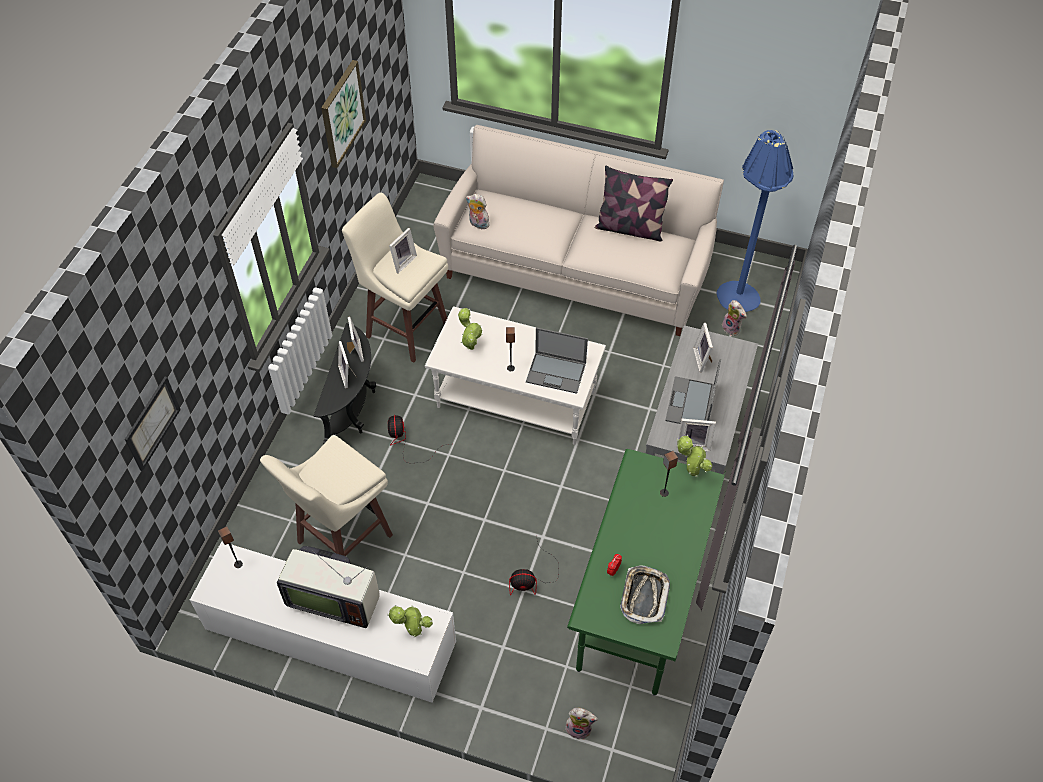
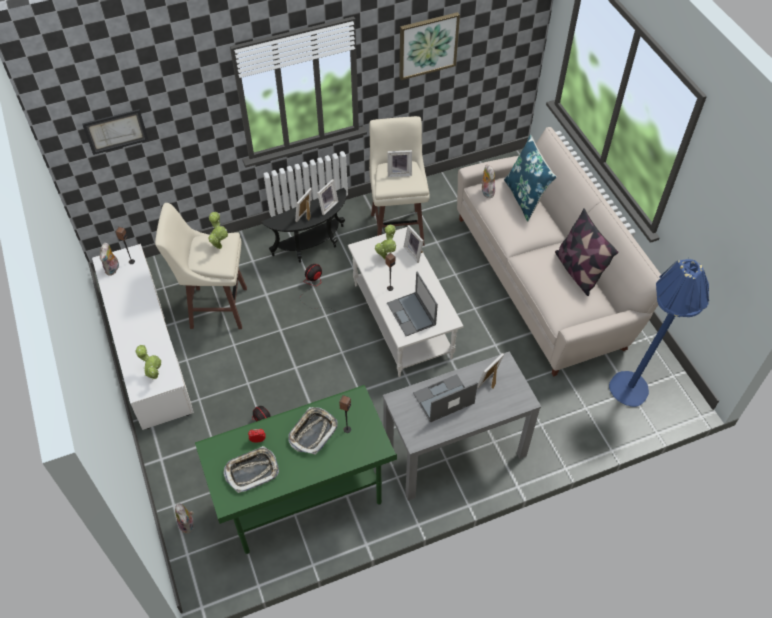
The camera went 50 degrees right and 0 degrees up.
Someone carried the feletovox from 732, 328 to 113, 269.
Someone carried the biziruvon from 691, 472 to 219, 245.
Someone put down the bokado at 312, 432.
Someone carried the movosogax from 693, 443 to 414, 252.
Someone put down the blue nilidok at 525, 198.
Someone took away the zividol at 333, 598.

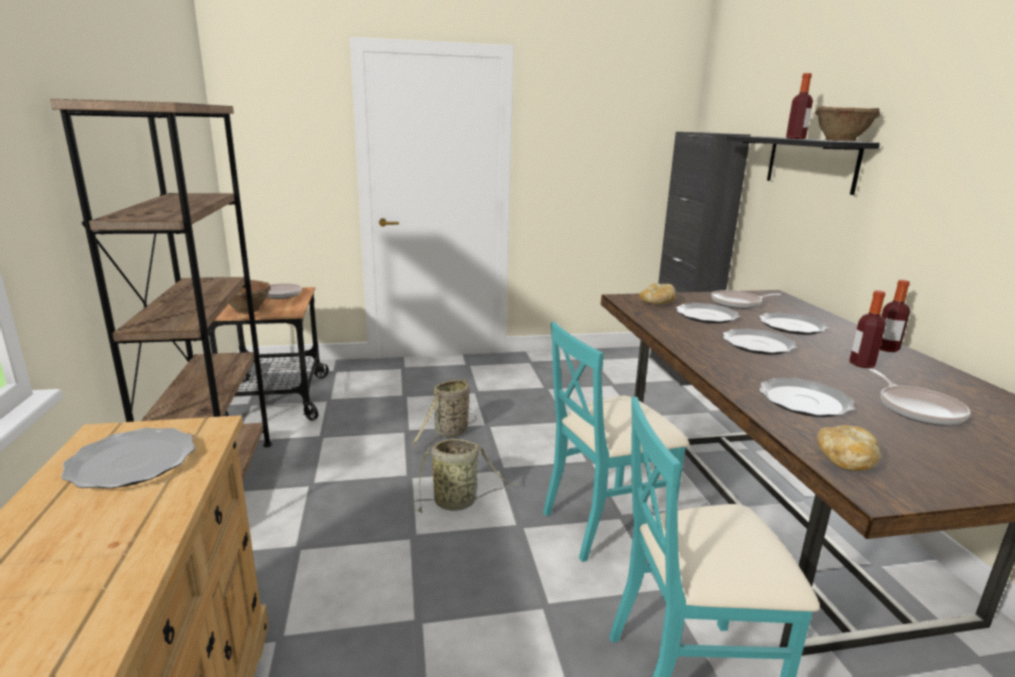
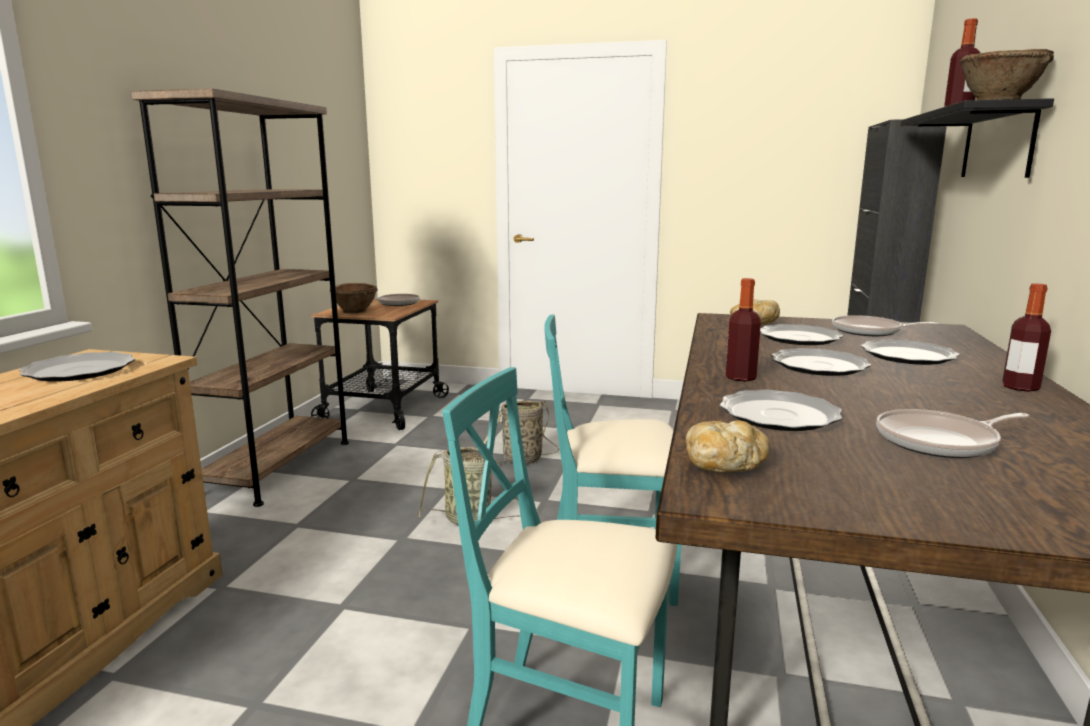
The camera went 25 degrees right and 5 degrees down.
Someone carried the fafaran from 861, 364 to 740, 377.
Someone rotated the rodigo at 917, 409 by 60 degrees clockwise.

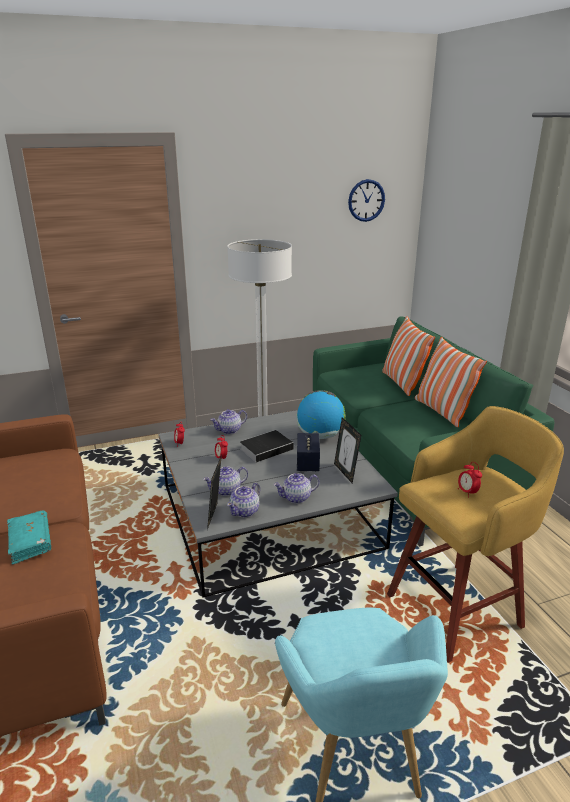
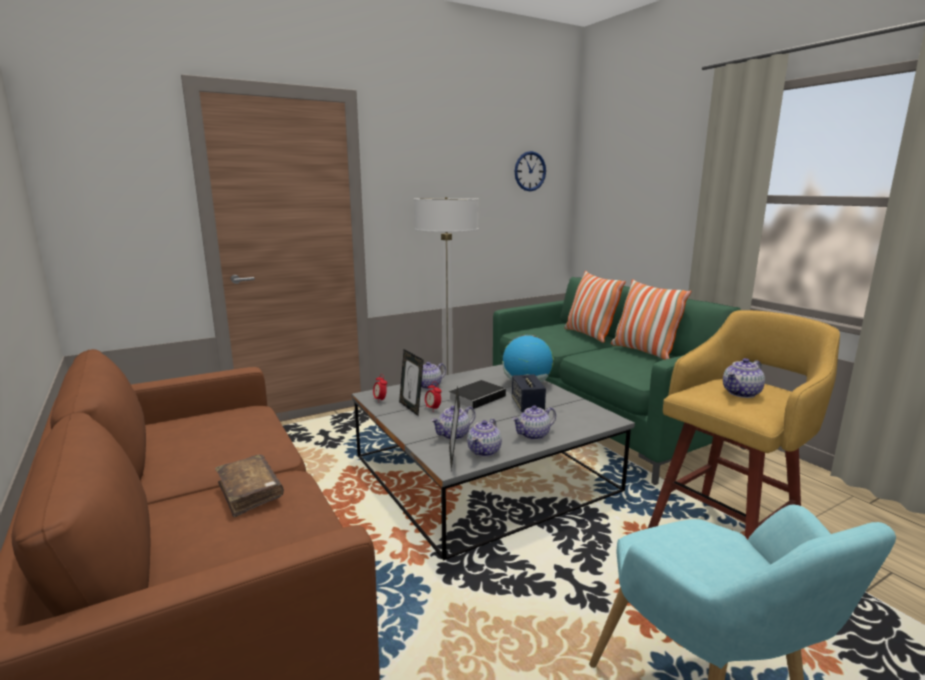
The camera went 10 degrees left and 10 degrees down.
Someone repainted the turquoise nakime at 30, 542, which became the brown nakime at 250, 492.
Someone carried the movosogax from 345, 472 to 411, 408.
Someone swapped the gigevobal at 467, 492 for the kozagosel at 741, 393.

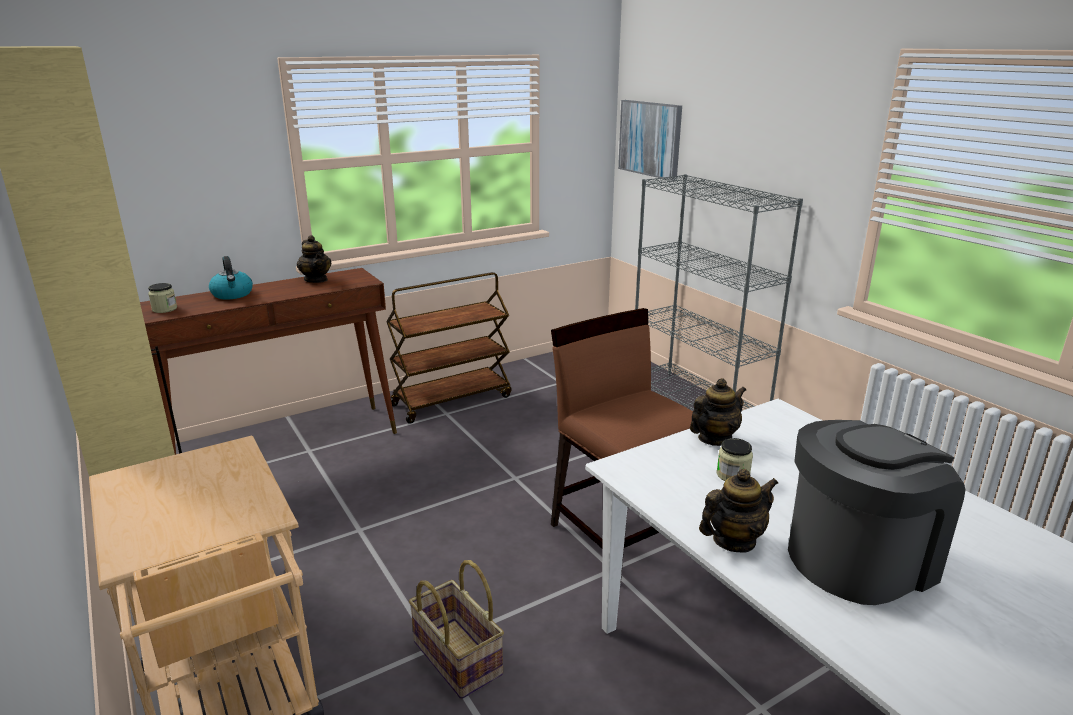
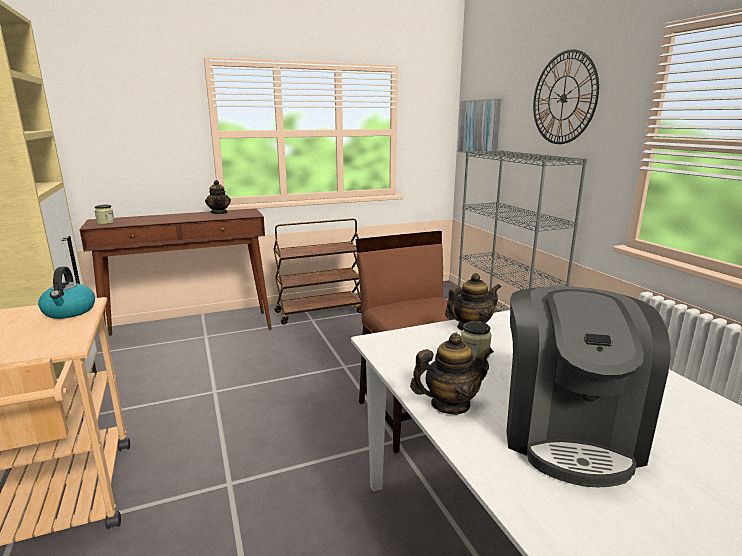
The camera went 10 degrees right and 5 degrees down.
Someone carried the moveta from 232, 294 to 69, 311.
Someone rotated the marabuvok at 859, 558 by 120 degrees clockwise.
Someone put up the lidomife at 563, 98.
Someone took away the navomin at 455, 658.

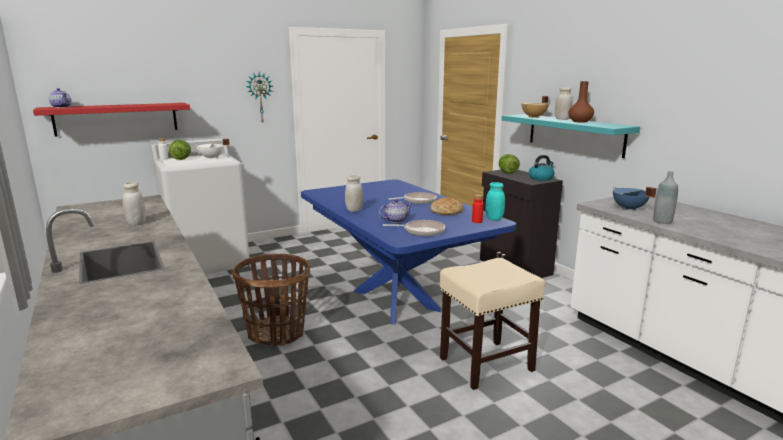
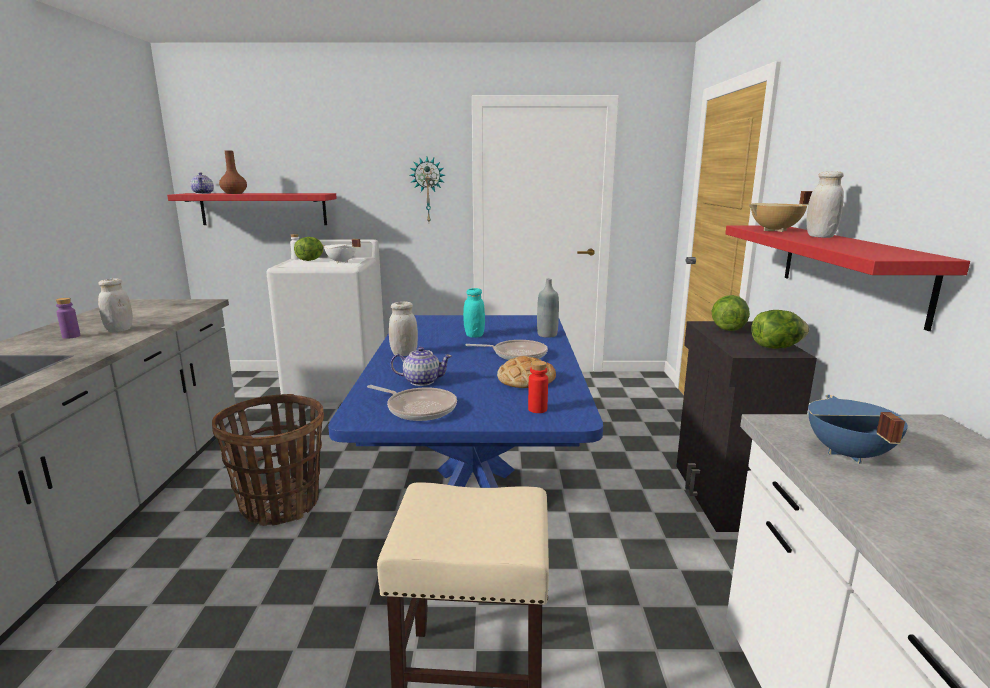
The camera went 30 degrees right and 0 degrees up.
Someone put down the purple fafaran at 71, 336.
Someone carried the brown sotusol from 580, 121 to 234, 193.
Someone carried the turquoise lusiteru from 494, 219 to 474, 335.
Someone carried the grey fafaran from 662, 221 to 547, 335.
Someone repainted the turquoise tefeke at 574, 134, which became the red tefeke at 849, 269.
Someone swapped the moveta at 541, 178 for the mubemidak at 776, 347.

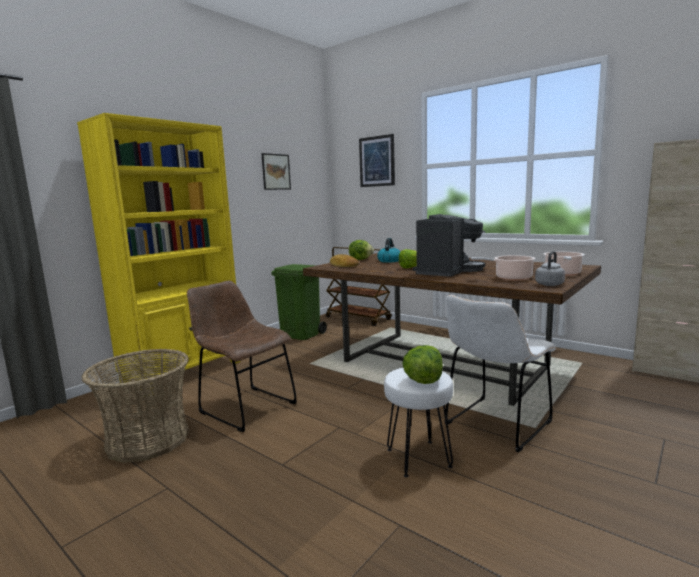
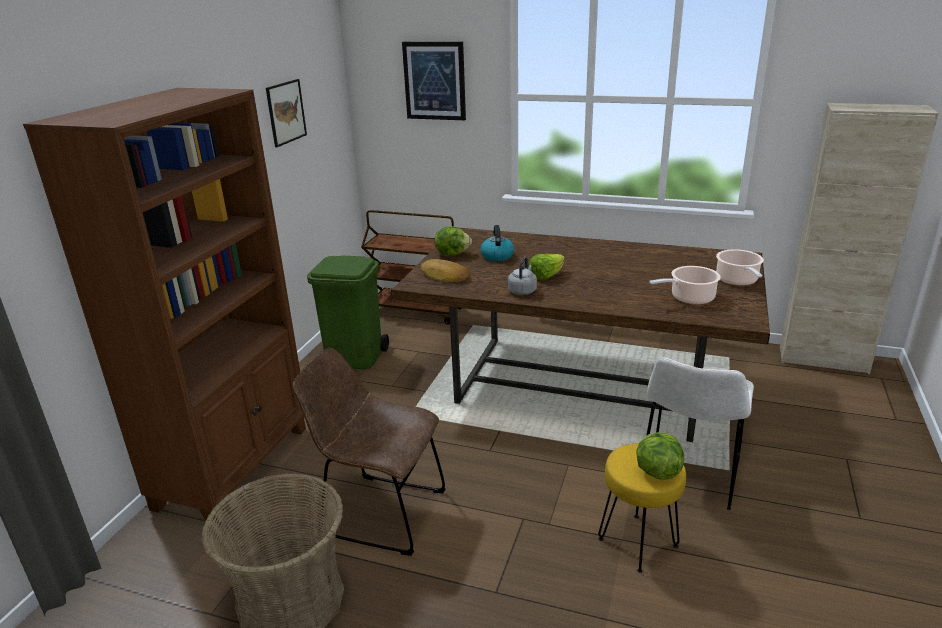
The camera went 20 degrees left and 15 degrees up.
Someone repainted the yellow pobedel at 185, 372, which became the brown pobedel at 236, 466.
Someone carried the grey moveta from 550, 284 to 522, 291.
Someone repainted the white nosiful at 418, 458, which became the yellow nosiful at 638, 543.
Someone took away the marabuvok at 448, 271.

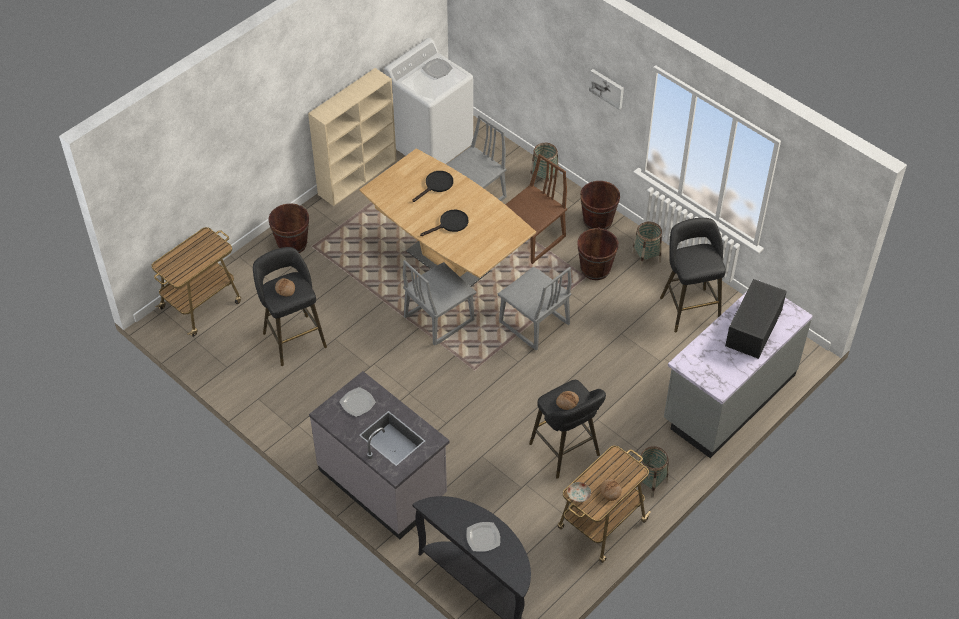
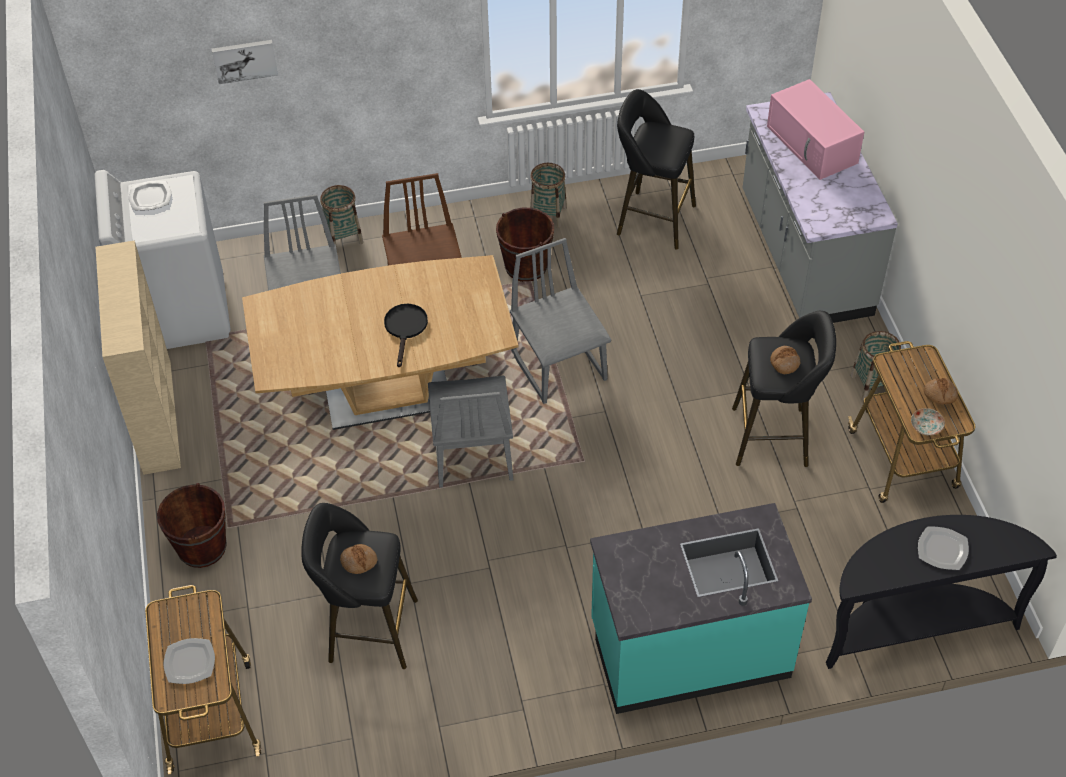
The camera went 55 degrees left and 0 degrees up.
Someone carried the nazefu from 358, 403 to 190, 662.
Someone carried the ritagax from 607, 88 to 244, 60.
Someone rotated the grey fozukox at 533, 324 by 105 degrees counterclockwise.
Someone repainted the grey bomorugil at 383, 482, which became the turquoise bomorugil at 689, 649.
Someone repainted the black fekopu at 753, 329, which became the pink fekopu at 813, 145.
Someone took away the black rodigo at 436, 185.
Someone took away the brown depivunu at 597, 220.

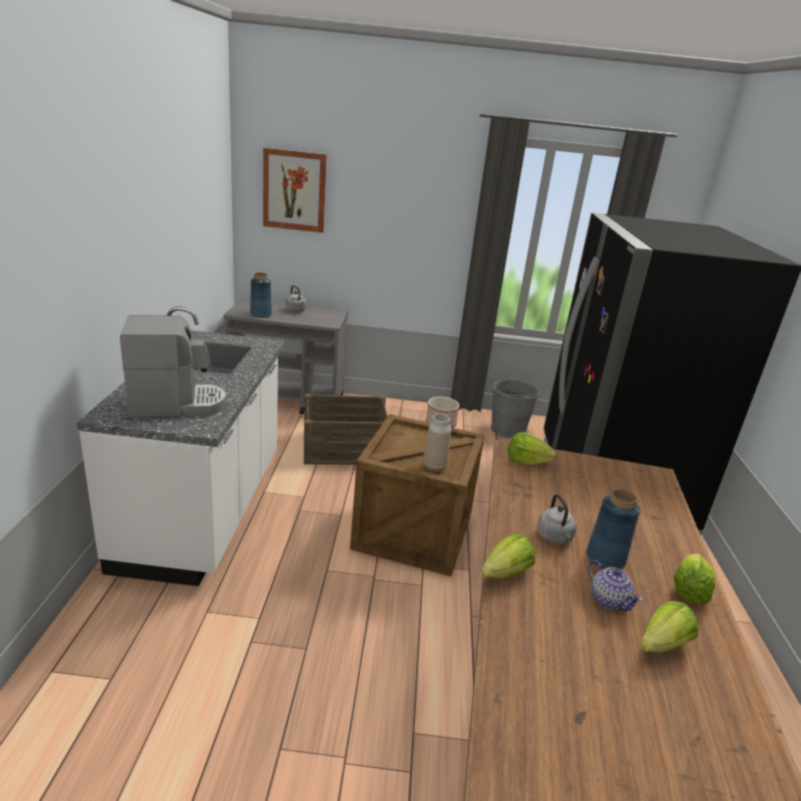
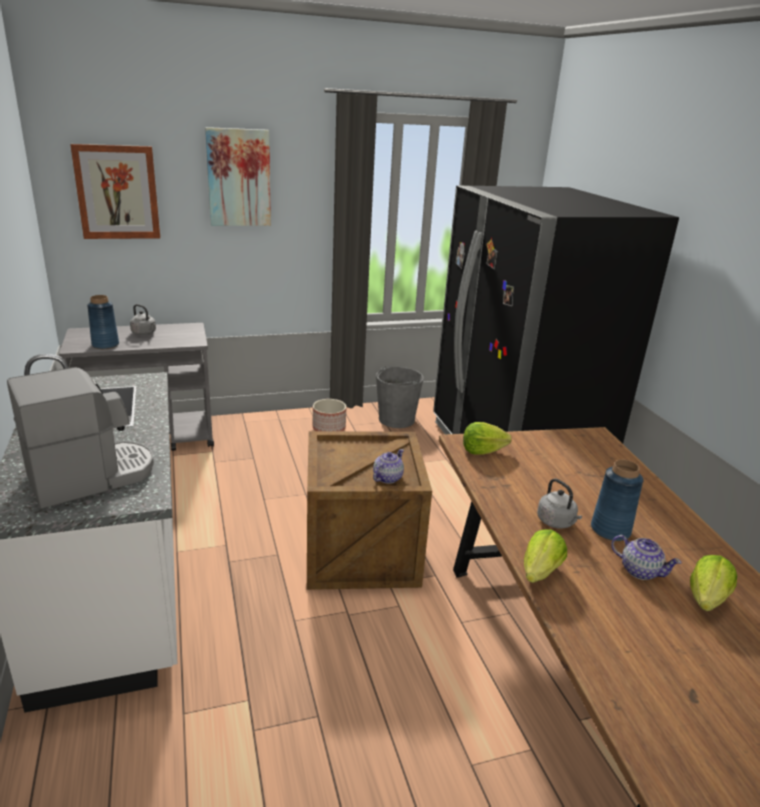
The camera went 20 degrees left and 0 degrees up.
Someone put up the ritagax at 239, 178.
Someone swapped the sotusol at 434, 467 for the kozagosel at 387, 478.
Someone took away the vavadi at 344, 447.
Someone took away the mubemidak at 688, 590.

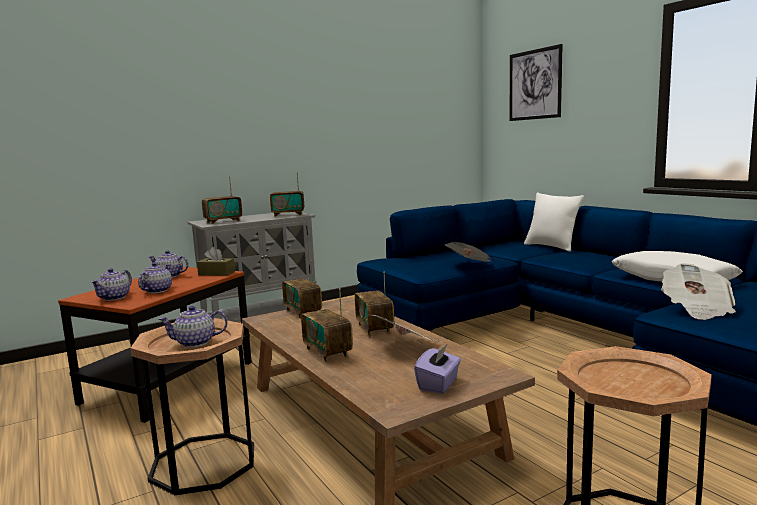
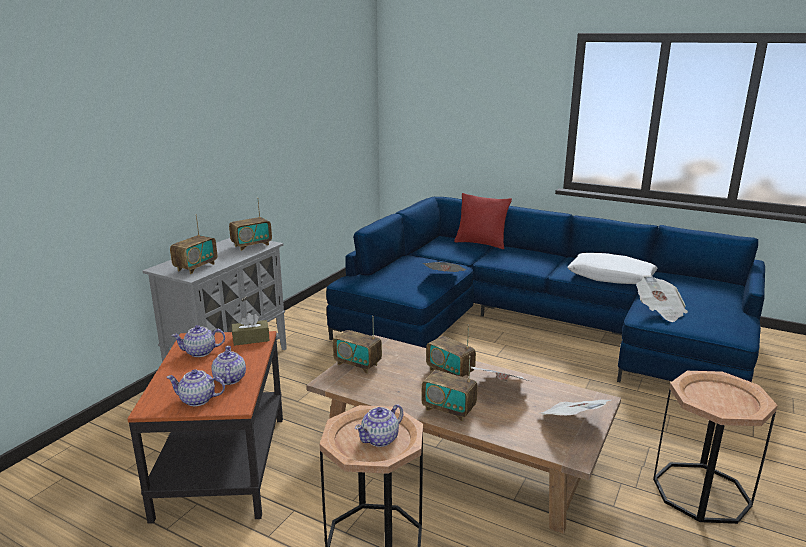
The camera went 30 degrees left and 10 degrees up.
Someone rotated the kozagosel at 115, 297 by 105 degrees clockwise.
Someone repainted the white nilidok at 551, 247, which became the red nilidok at 481, 243.
Someone swapped the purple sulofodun at 439, 384 for the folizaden at 572, 422.
Someone took away the ritagax at 534, 84.

